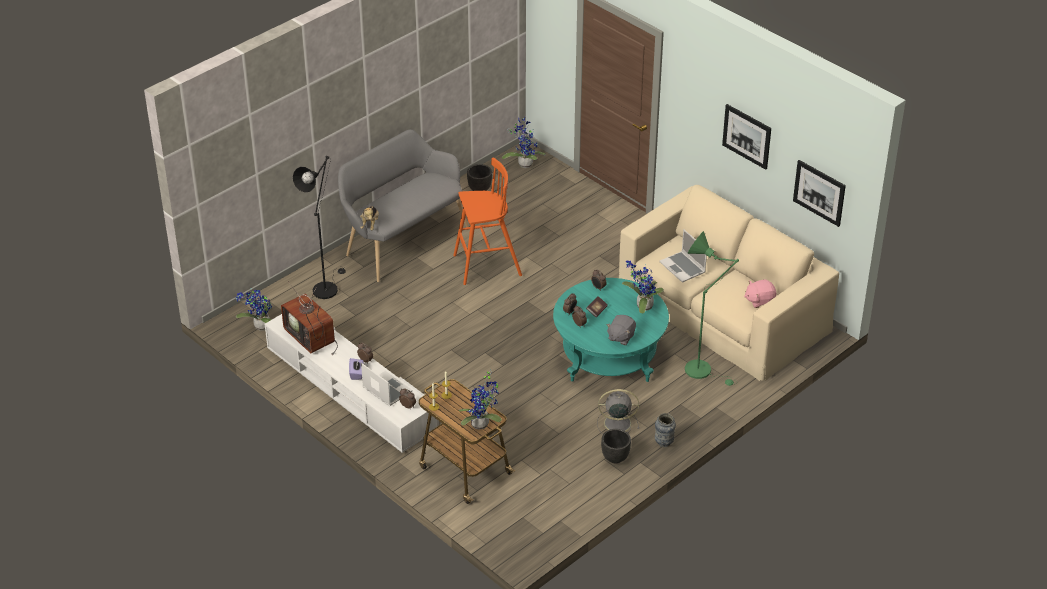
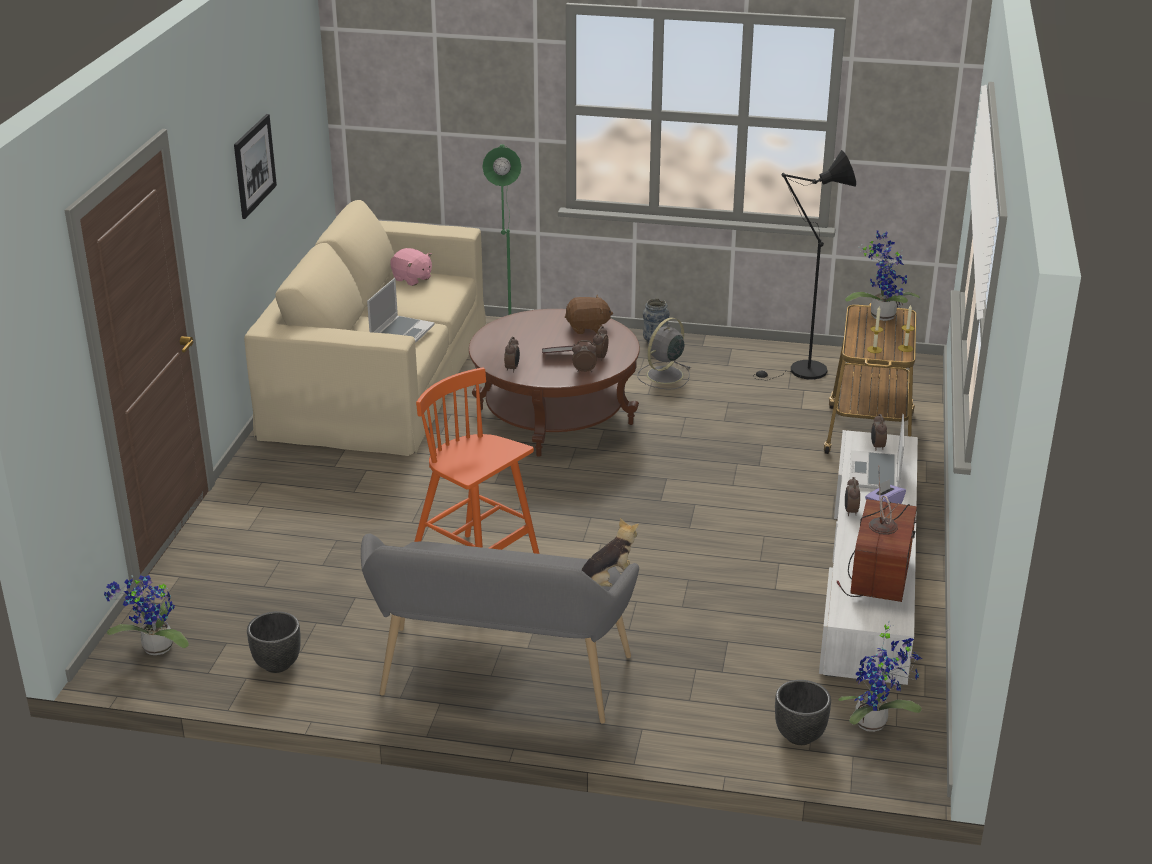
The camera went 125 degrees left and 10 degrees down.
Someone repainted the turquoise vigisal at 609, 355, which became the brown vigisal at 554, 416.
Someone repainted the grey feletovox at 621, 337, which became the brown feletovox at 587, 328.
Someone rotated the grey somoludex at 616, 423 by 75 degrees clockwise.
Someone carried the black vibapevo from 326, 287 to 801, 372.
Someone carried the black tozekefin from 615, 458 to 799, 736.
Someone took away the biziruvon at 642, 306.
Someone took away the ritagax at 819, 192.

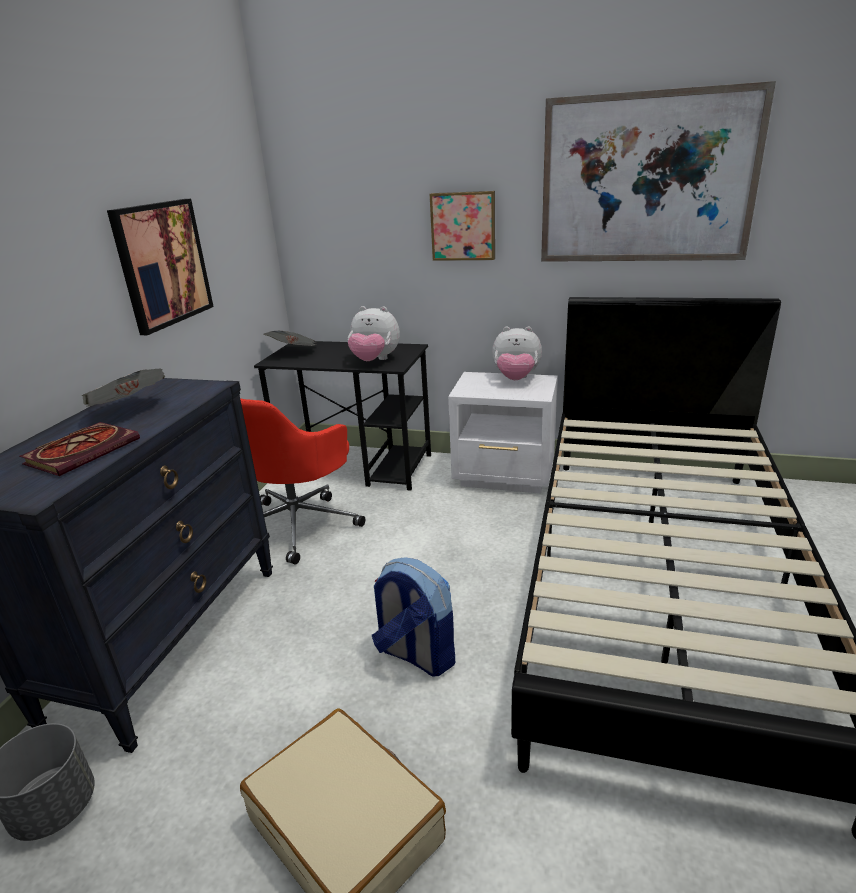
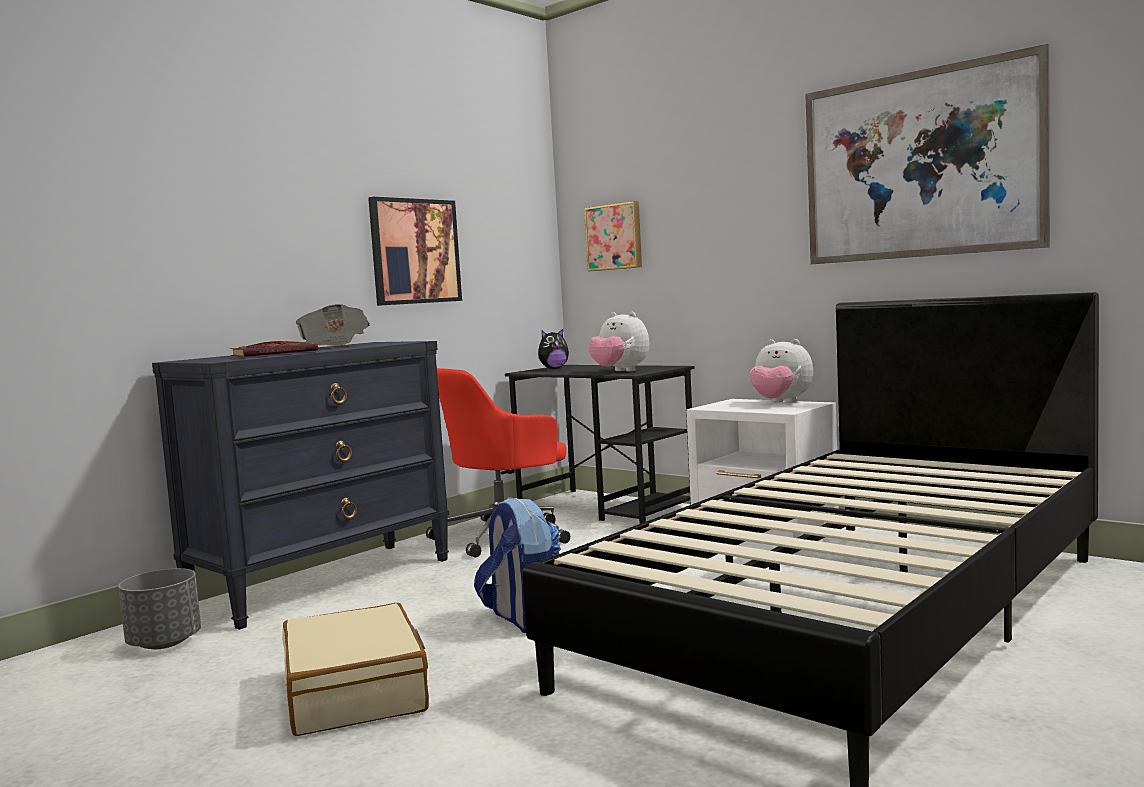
The camera went 25 degrees right and 20 degrees down.
Someone swapped the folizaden at 294, 352 for the feletovox at 553, 368.
Someone carried the ritagax from 463, 226 to 615, 237.

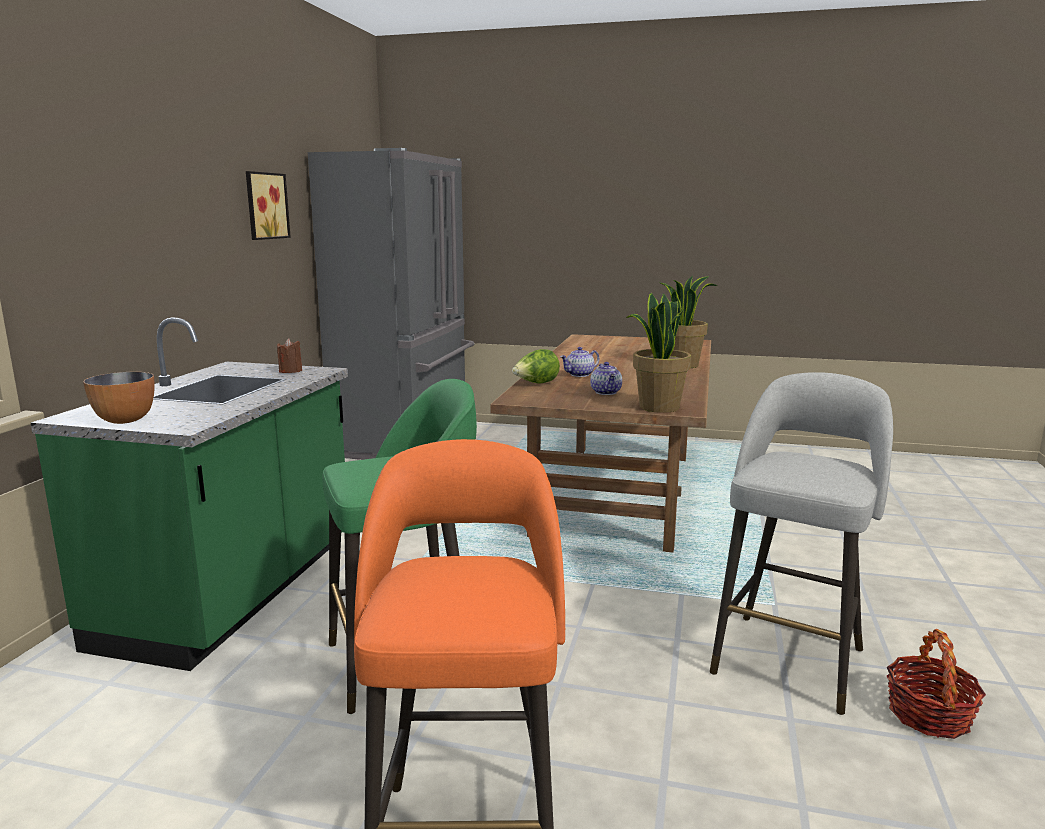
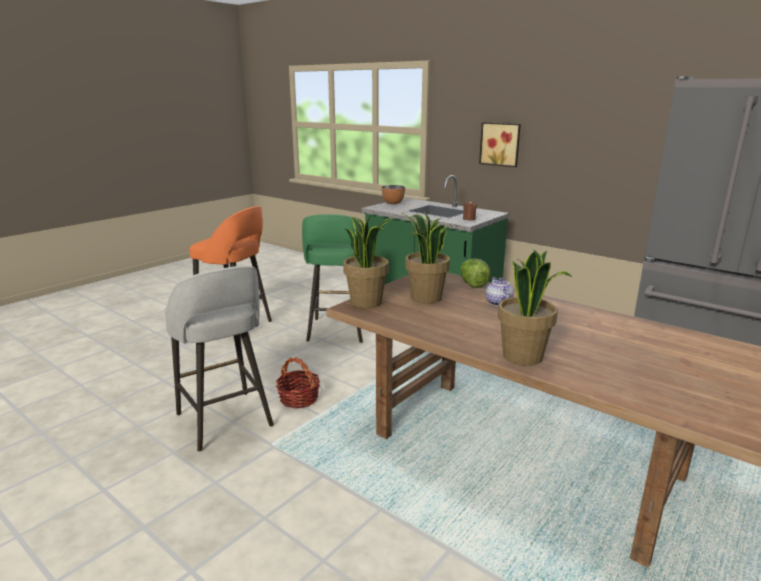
The camera went 115 degrees right and 5 degrees up.
Someone carried the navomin from 929, 715 to 298, 398.
Someone swapped the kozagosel at 606, 392 for the biziruvon at 425, 298.
Someone carried the ritagax from 264, 206 to 500, 144.

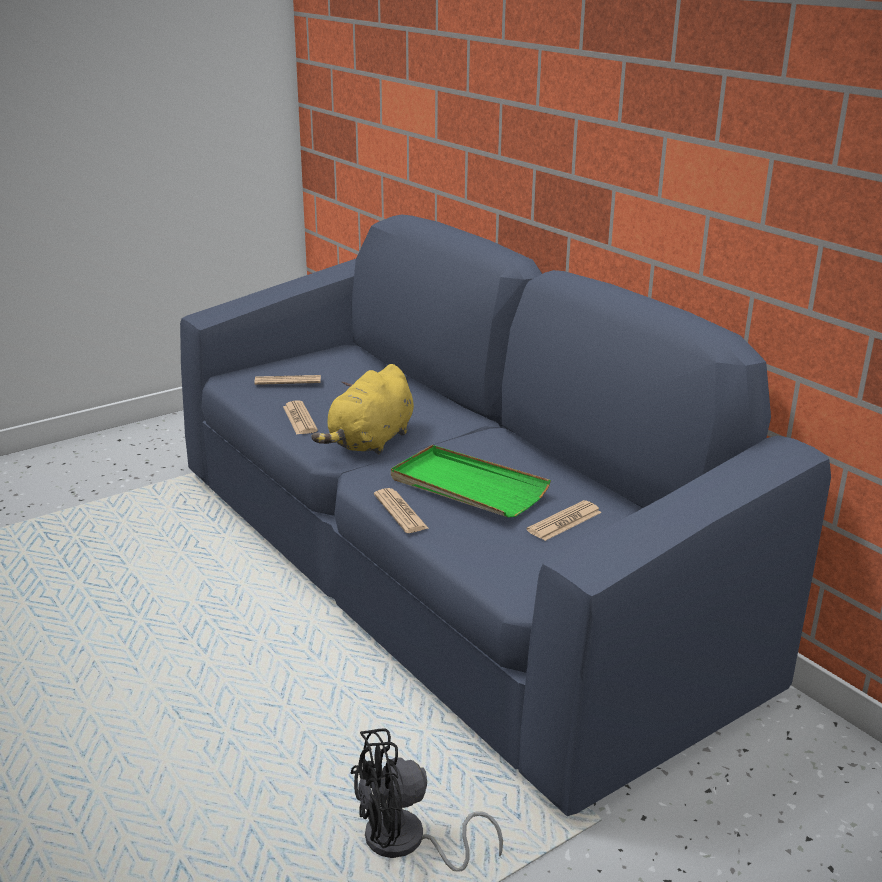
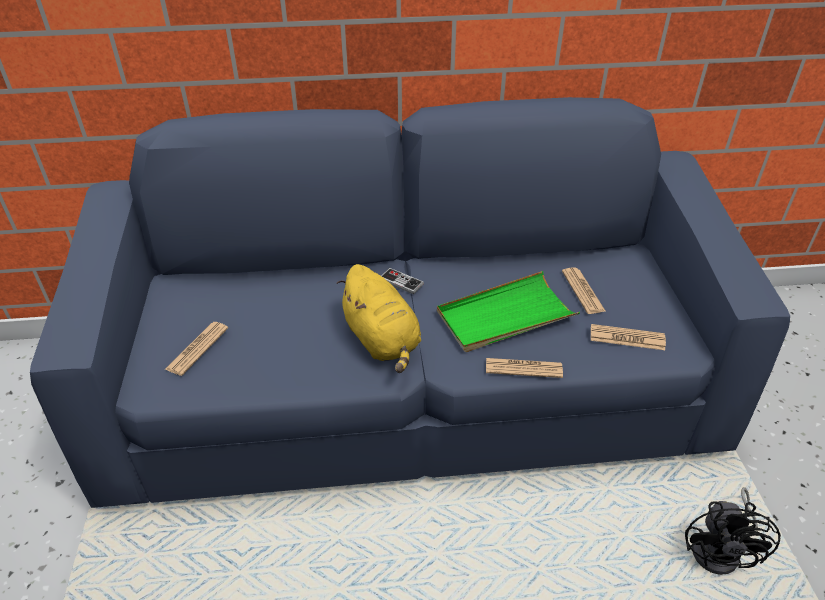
The camera went 60 degrees left and 15 degrees up.
Someone put down the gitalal at 401, 282.
Someone carried the folizaden from 299, 419 to 627, 338.

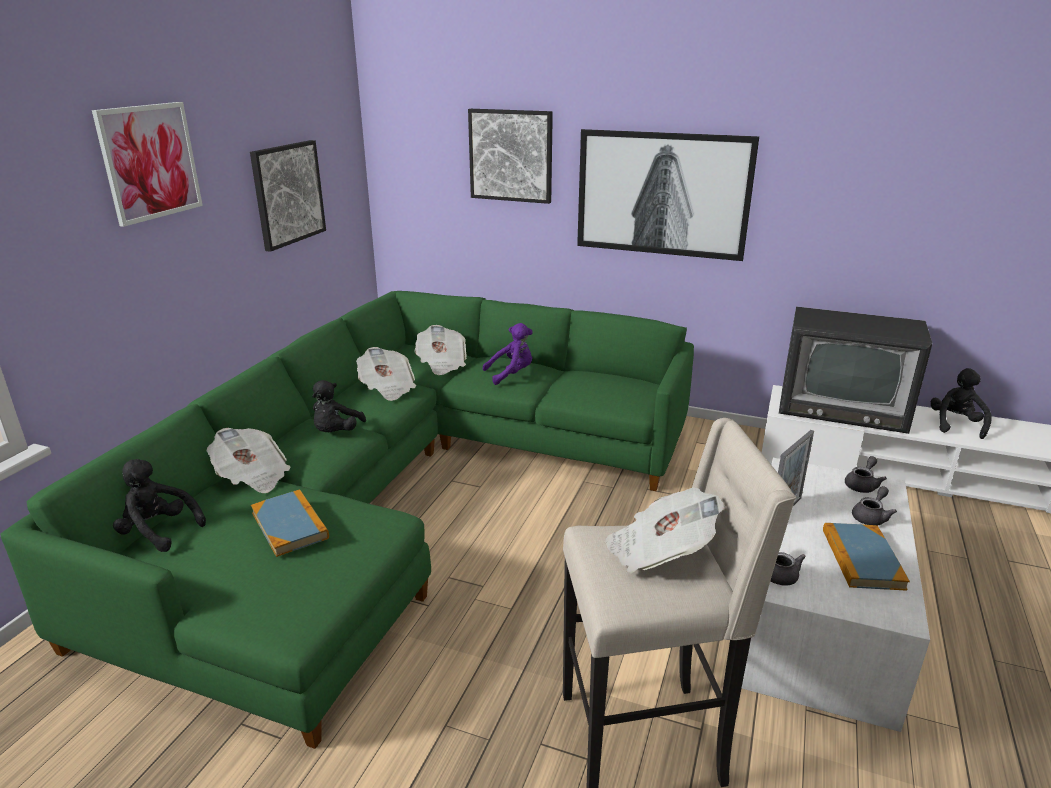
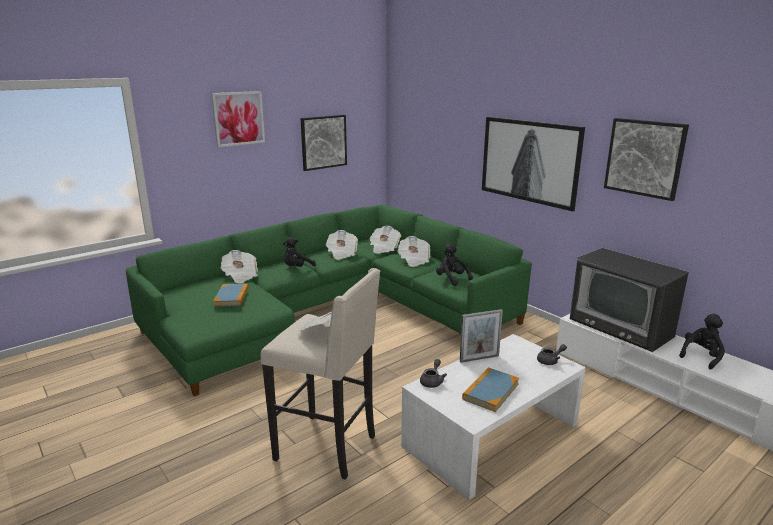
The camera went 30 degrees right and 5 degrees down.
Someone swapped the purple feletovox at 511, 374 for the folizaden at 414, 260.
Someone carried the black feletovox from 158, 532 to 451, 279.
Someone carried the ritagax from 511, 155 to 644, 158.
Someone took away the grey kozagosel at 871, 517.

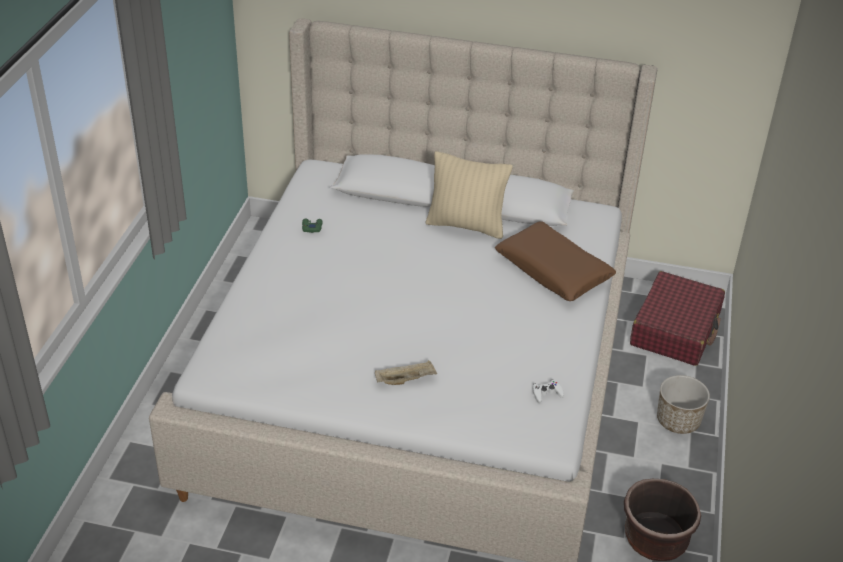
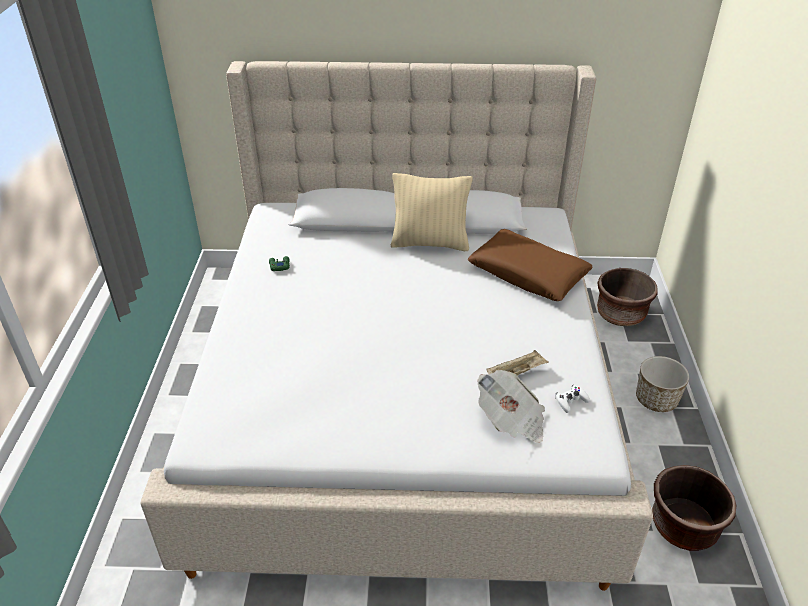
The camera went 10 degrees left and 0 degrees up.
Someone put down the folizaden at 511, 420.
Someone carried the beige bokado from 406, 380 to 516, 373.
Someone swapped the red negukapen at 675, 329 for the brown tozekefin at 620, 314.

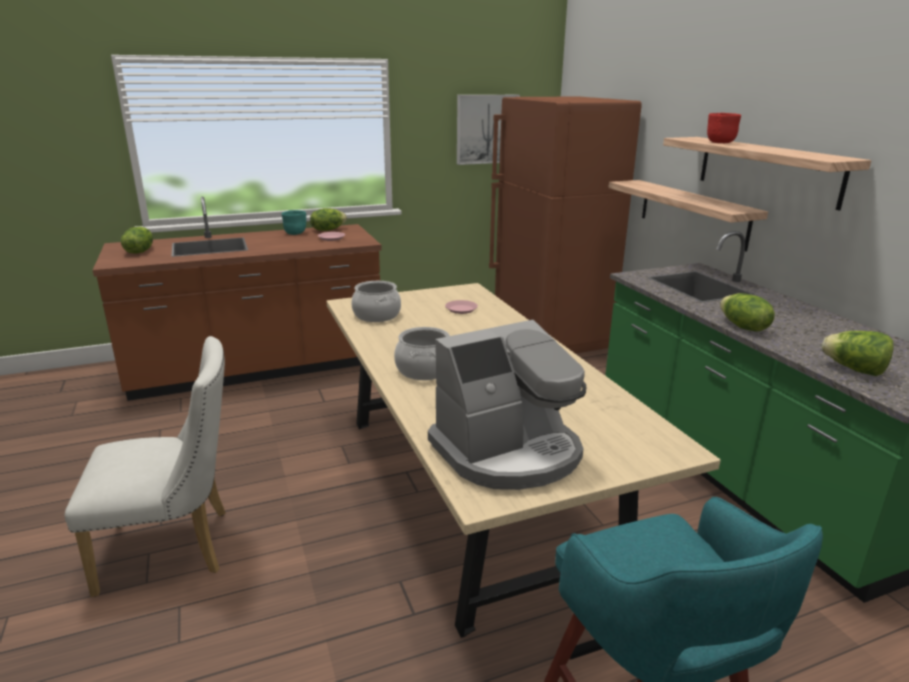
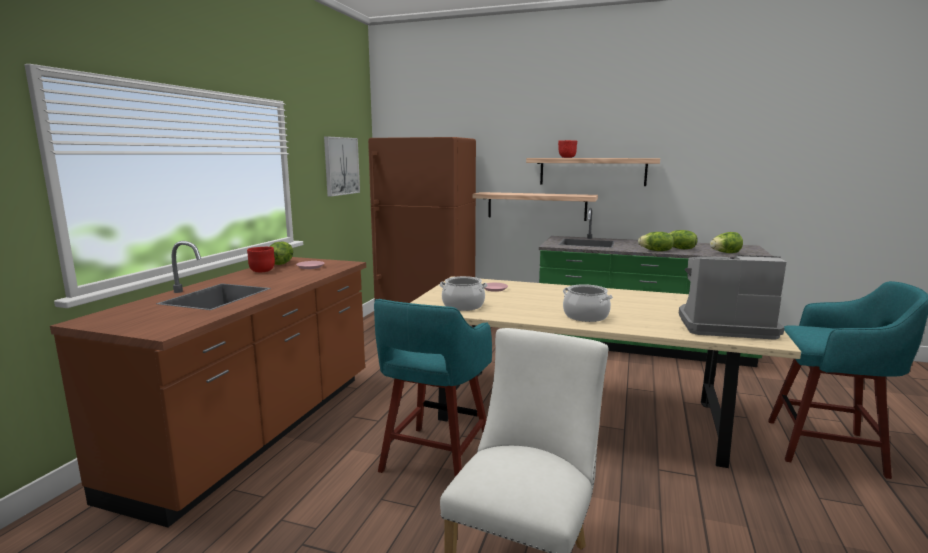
The camera went 50 degrees left and 10 degrees down.
Someone repainted the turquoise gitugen at 295, 233, which became the red gitugen at 262, 271.
Someone put down the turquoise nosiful at 435, 459.
Someone carried the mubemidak from 140, 251 to 680, 249.
Someone rotated the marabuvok at 508, 452 by 90 degrees counterclockwise.

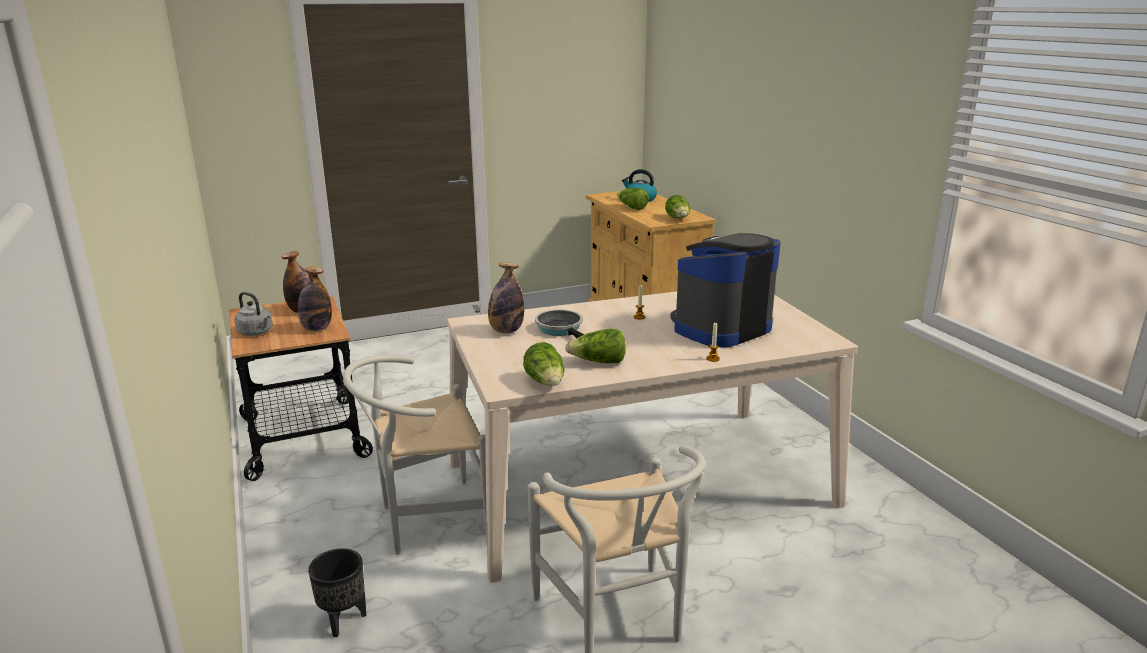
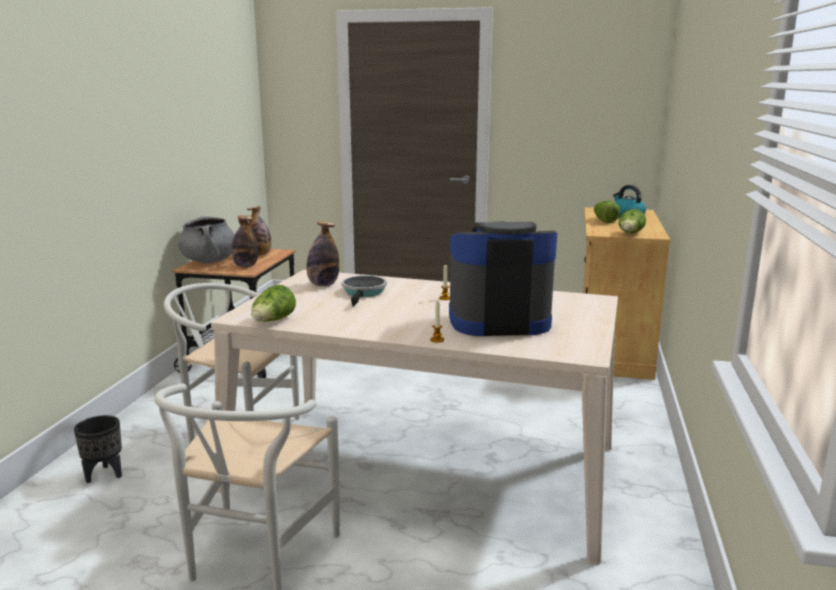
The camera went 35 degrees right and 5 degrees down.
Someone swapped the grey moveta at 256, 333 for the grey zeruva at 209, 261.
Someone took away the mubemidak at 598, 362.

